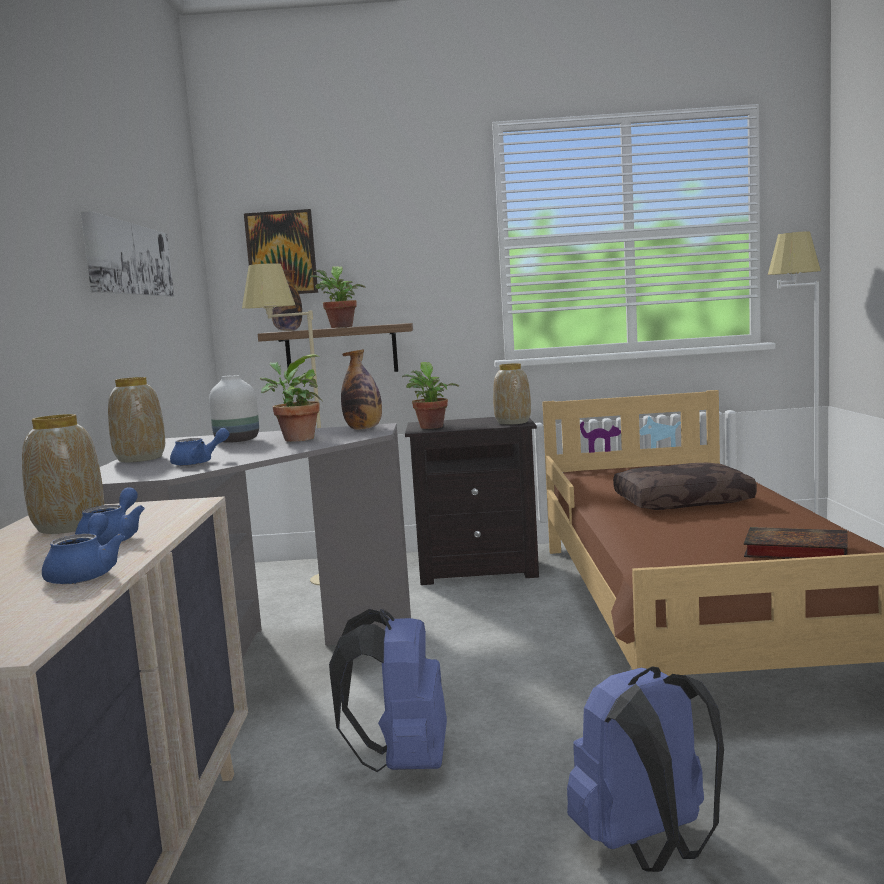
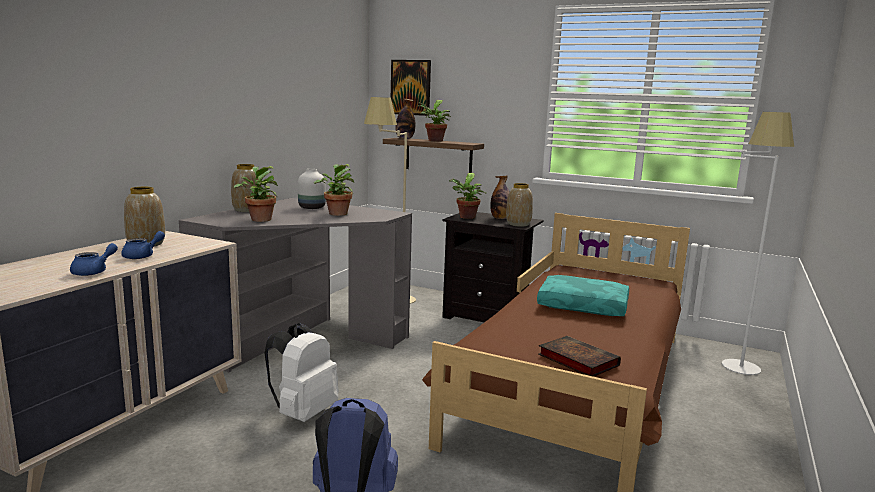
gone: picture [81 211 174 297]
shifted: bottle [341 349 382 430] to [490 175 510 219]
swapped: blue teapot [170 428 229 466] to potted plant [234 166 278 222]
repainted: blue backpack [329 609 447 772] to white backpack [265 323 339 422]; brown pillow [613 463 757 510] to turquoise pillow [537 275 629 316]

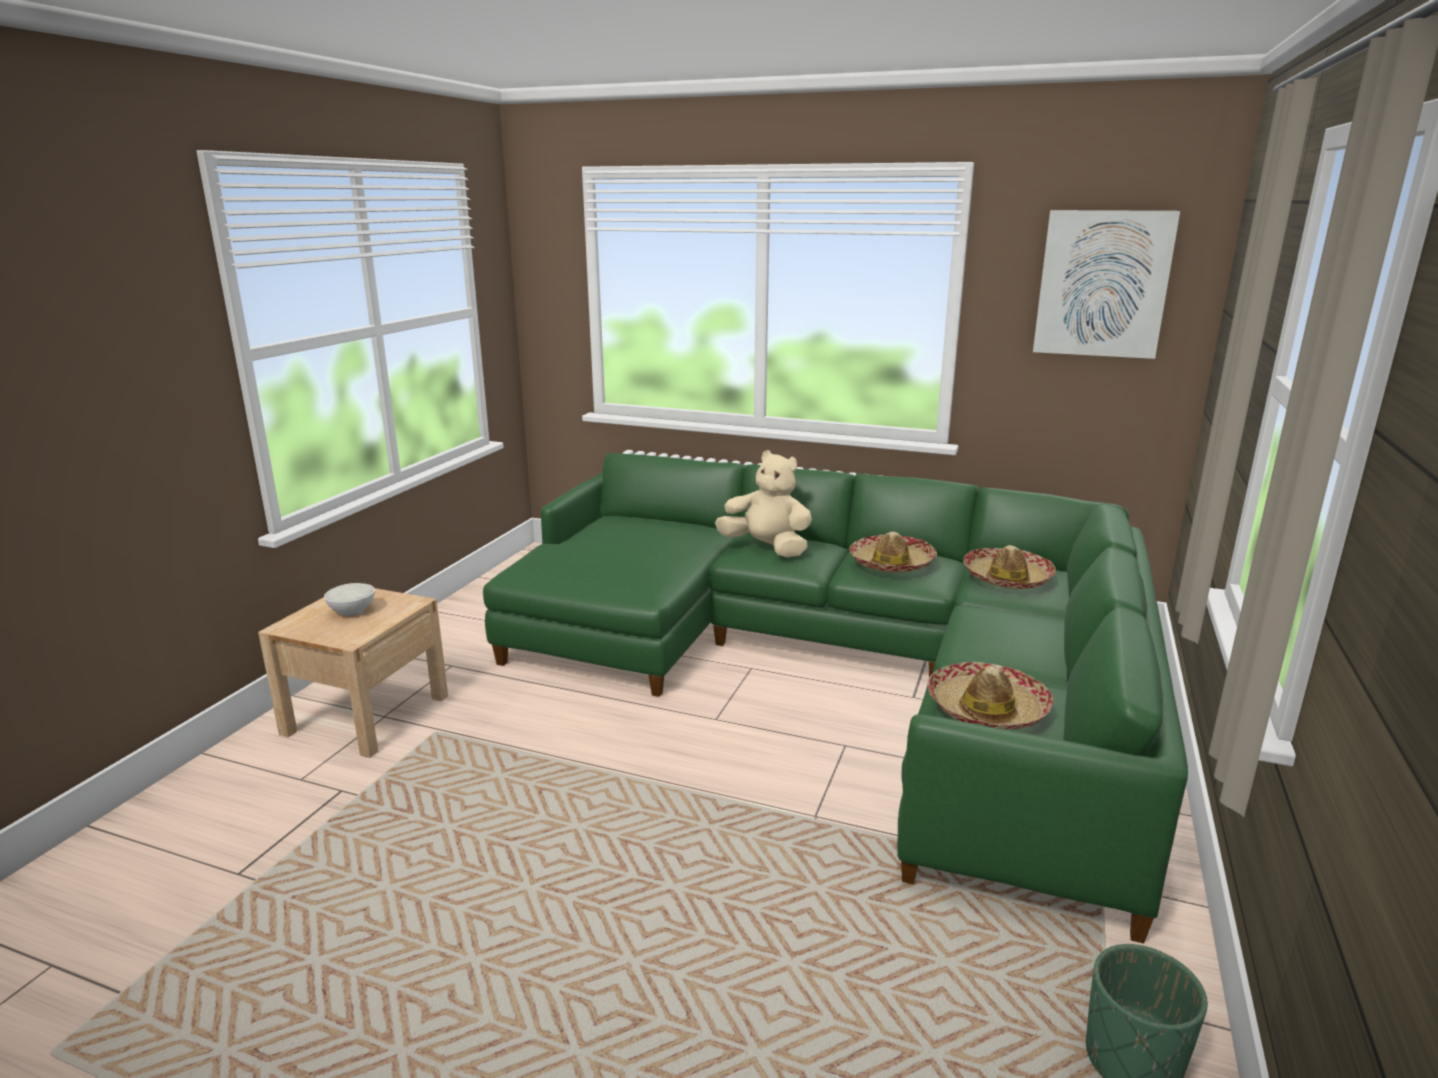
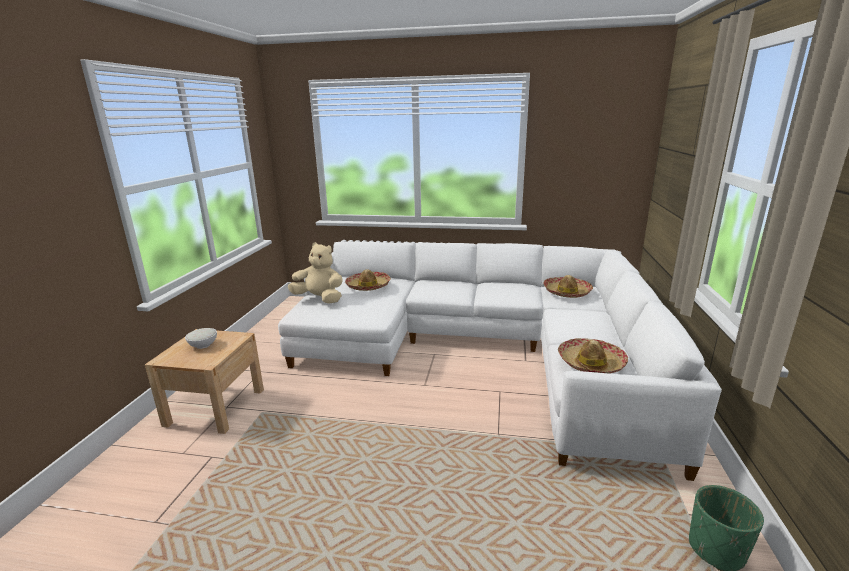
gone: picture [1033 210 1180 359]
shifted: beige plush toy [715 450 812 557] to [288 242 343 304]; hat [849 532 937 573] to [345 269 391 291]
repainted: green sofa [483 453 1188 944] to white sofa [278 242 722 481]

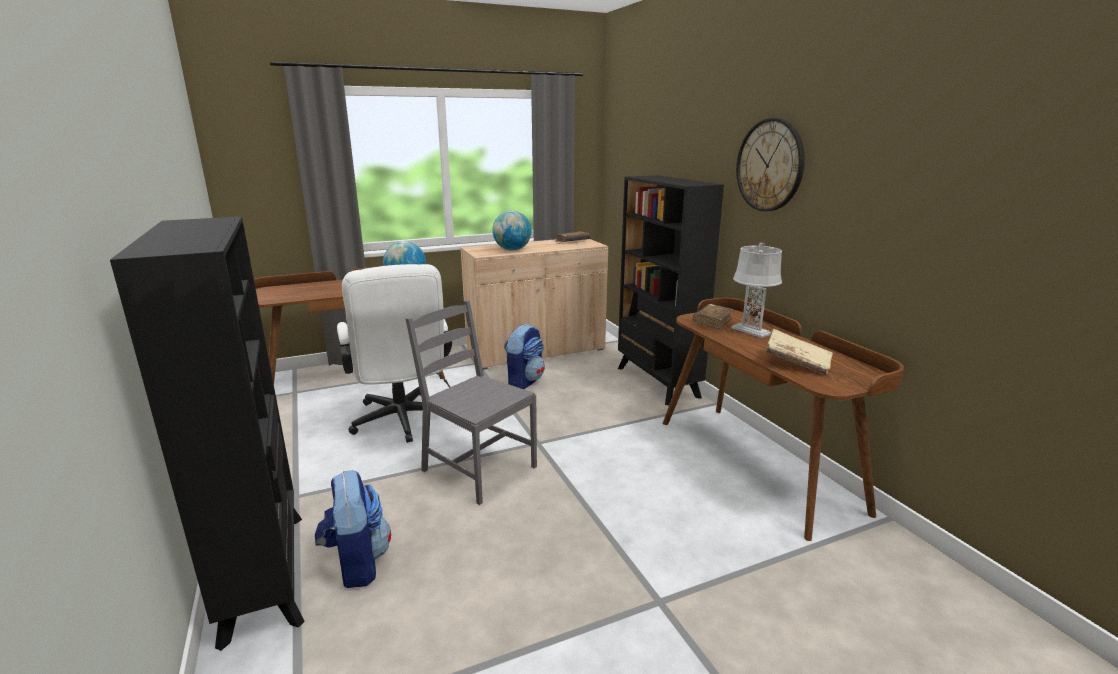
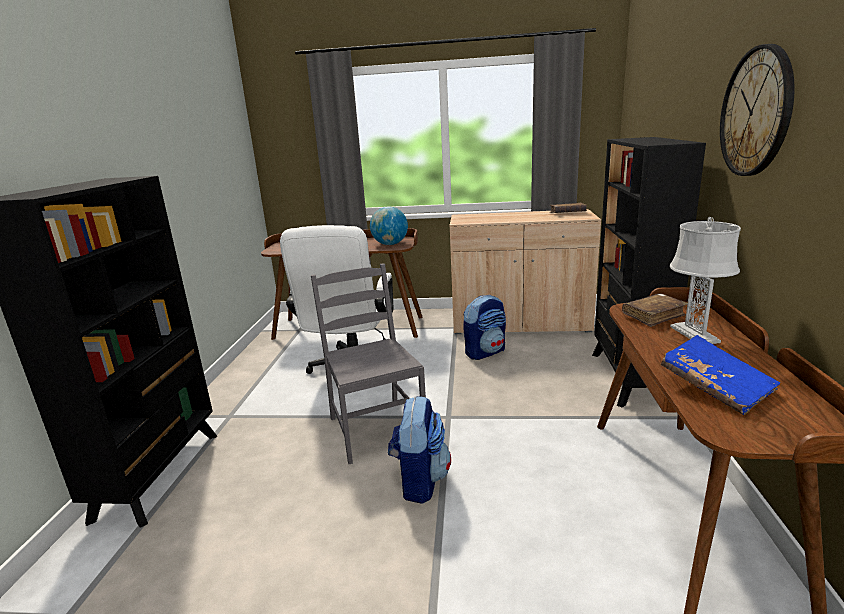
gone: globe [492 211 532 250]
shifted: backpack [315 471 391 588] to [388 396 451 504]
repainted: beige book [765 329 833 376] to blue book [661 335 780 415]

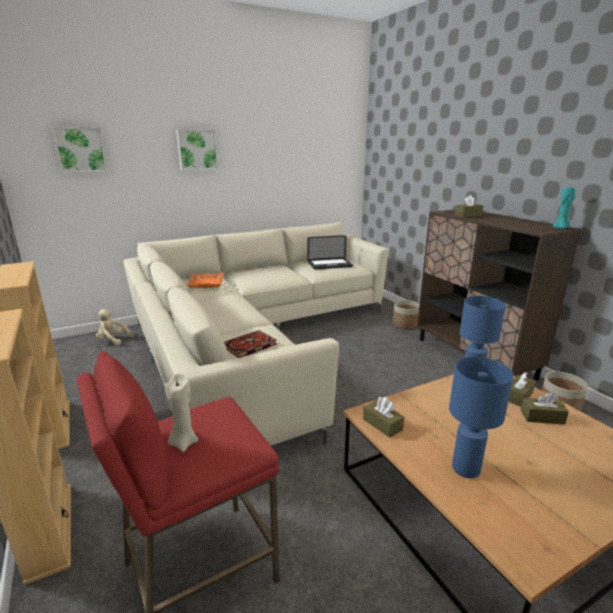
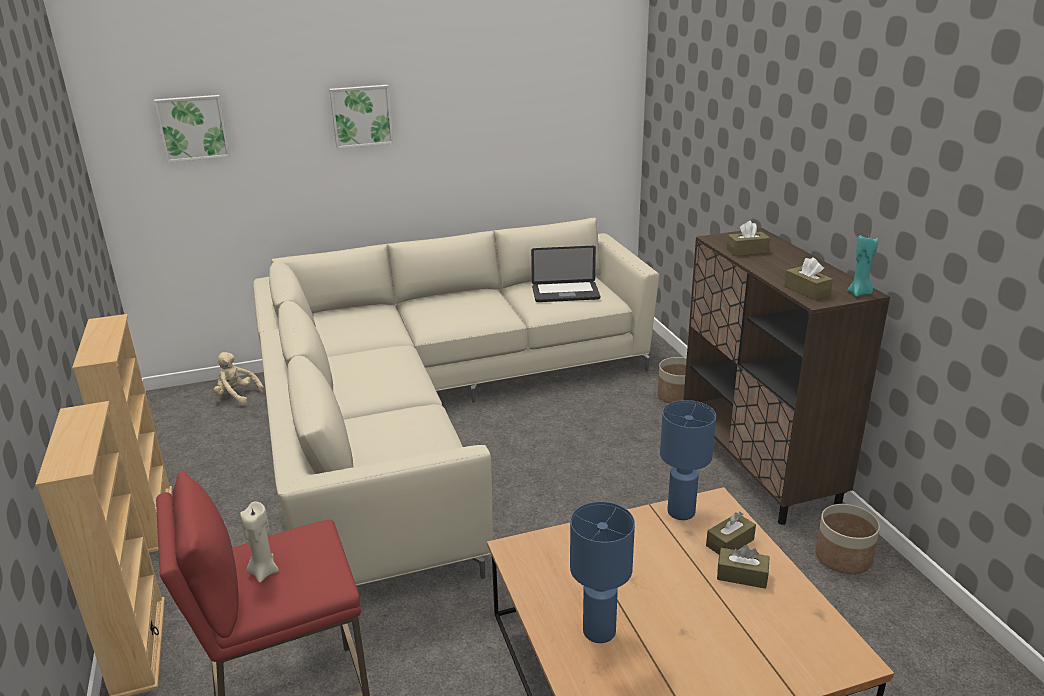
gone: orange tray [187 273 224 288]; book [224 330 277 358]
shifted: brown tissue box [363 397 404 438] to [785 257 833 300]

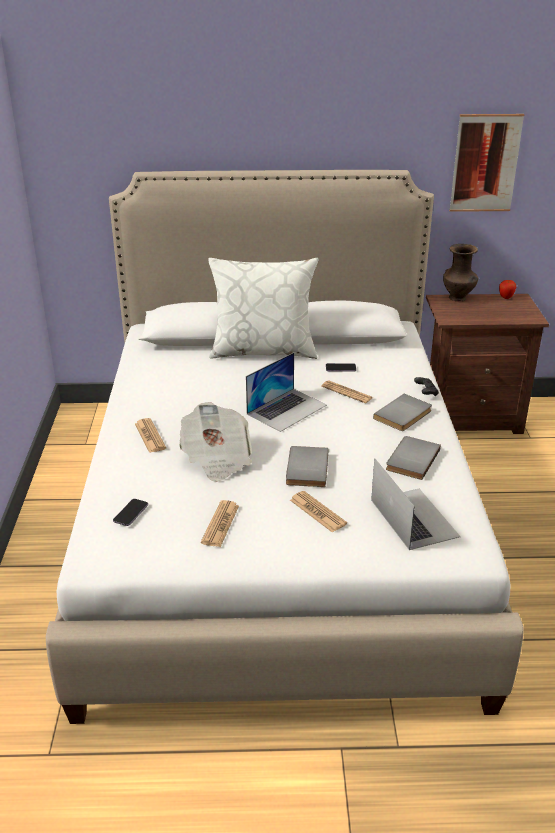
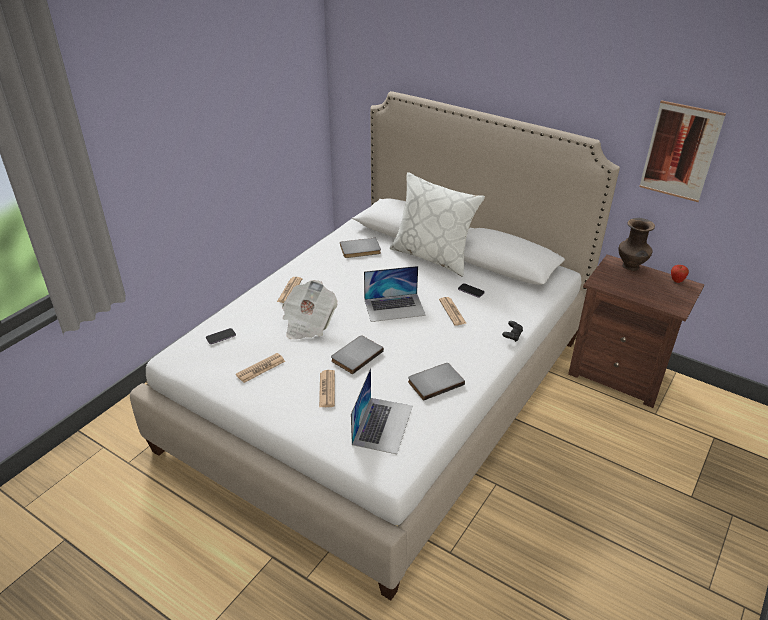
shifted: grey book [373 394 432 431] to [340 238 381 258]

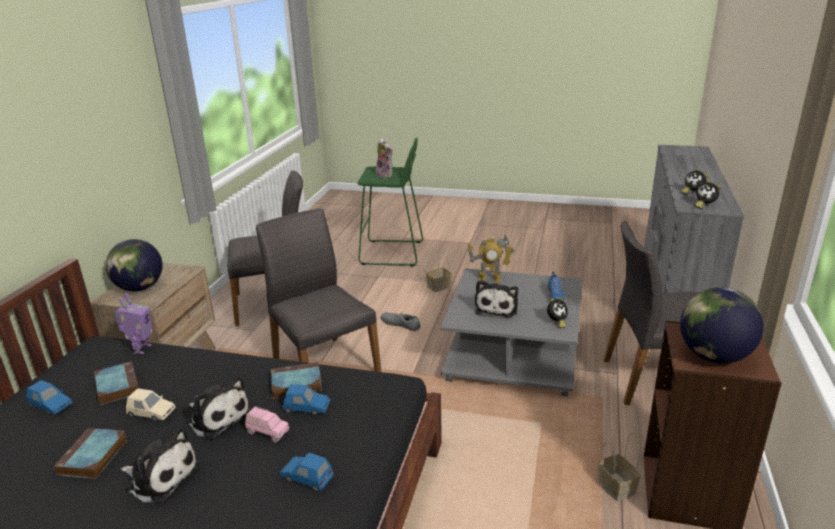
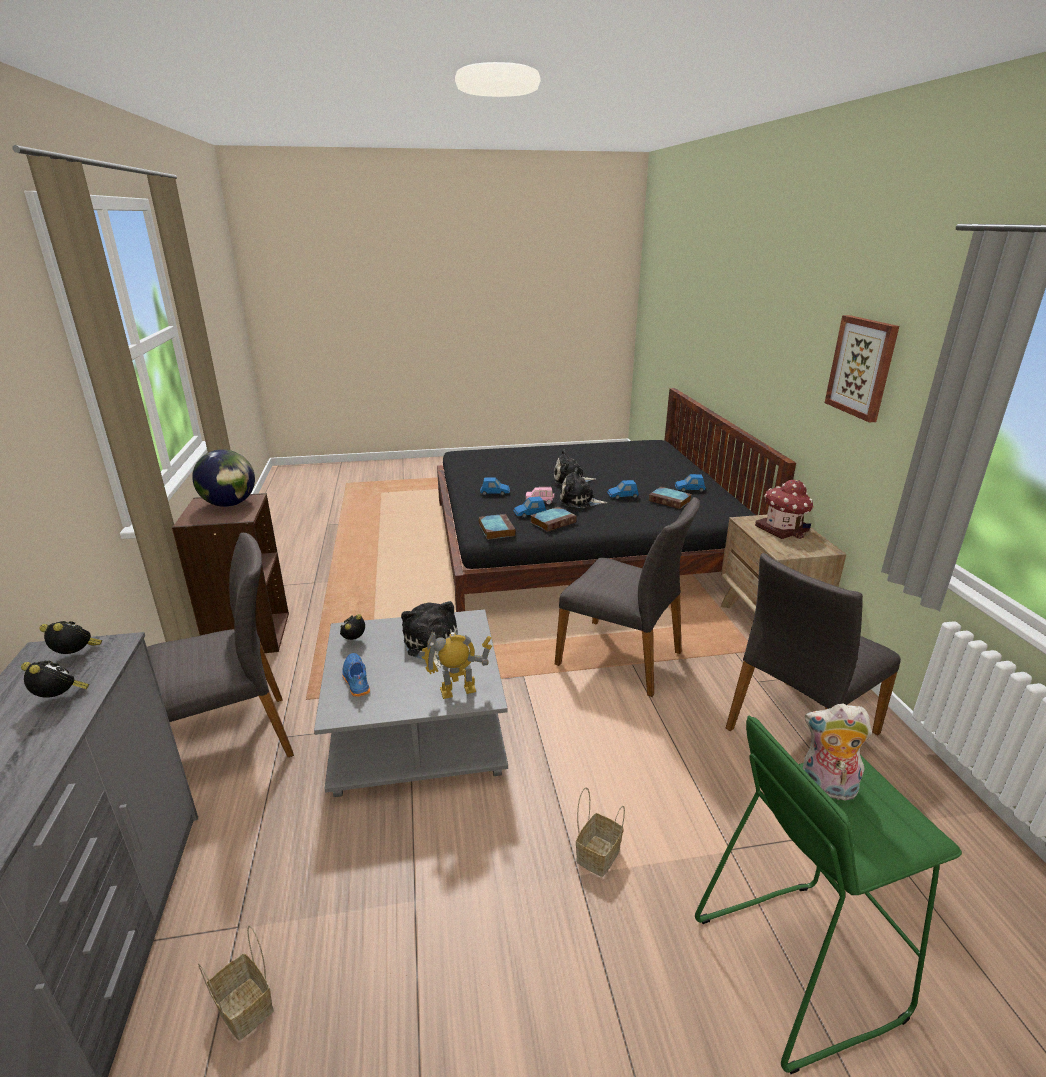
gone: toy robot [114 293 153 354]; grey shoe [381 312 420 331]
new: picture [825 315 899 422]
shifted: basket [598 432 641 501] to [198 925 274 1041]; book [54 428 127 479] to [479 514 516 540]
swapped: globe [105 239 163 291] to toy house [755 480 814 539]
repainted: beige toy car [126 388 176 421] to blue toy car [607 480 639 499]

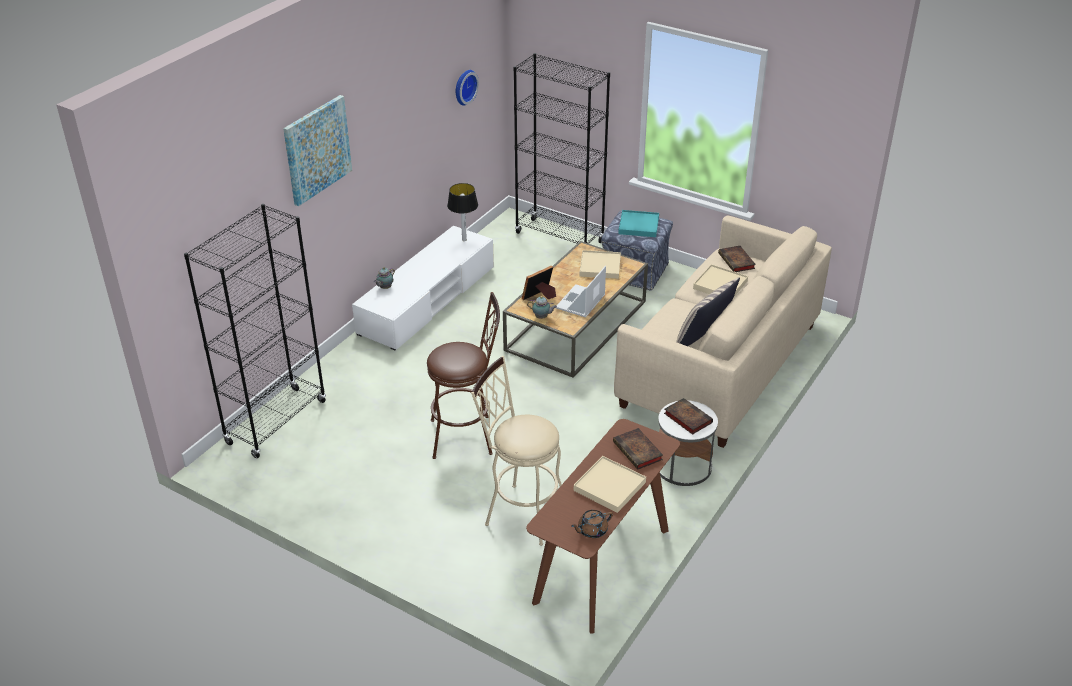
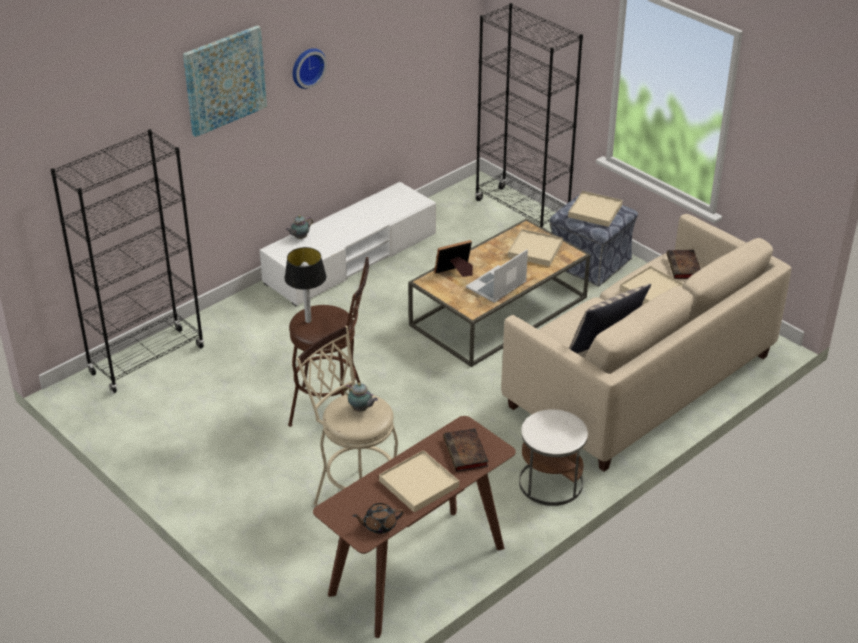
gone: book [664 398 713 435]
shifted: table lamp [447 183 478 241] to [284 247 326 323]; wall clock [456 70 479 106] to [293 48 327 89]; teapot [527 296 557 319] to [343 383 378 412]
repainted: turquoise tray [618 210 659 237] to beige tray [568 191 623 227]

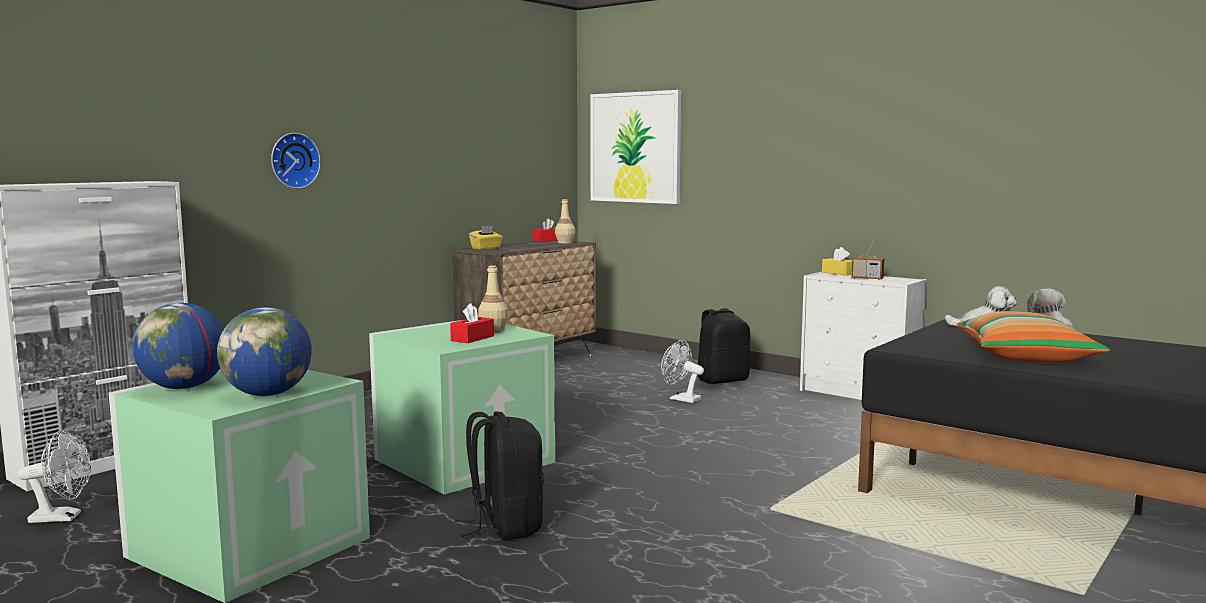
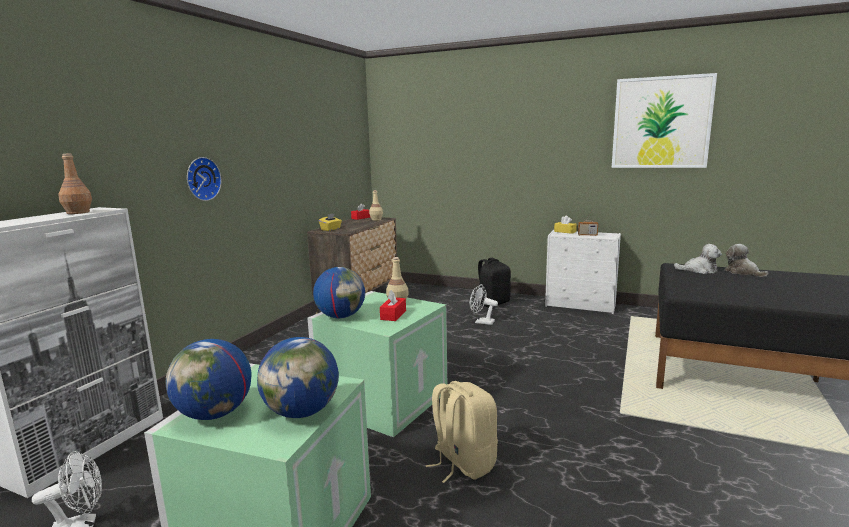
gone: pillow [957 311 1110 363]
new: brown bottle [58 153 92 214]; globe [313 267 365 319]
shifted: picture [590 90 681 204] to [612 73 717 168]
repainted: black backpack [455 411 544 540] to beige backpack [425 381 498 483]

